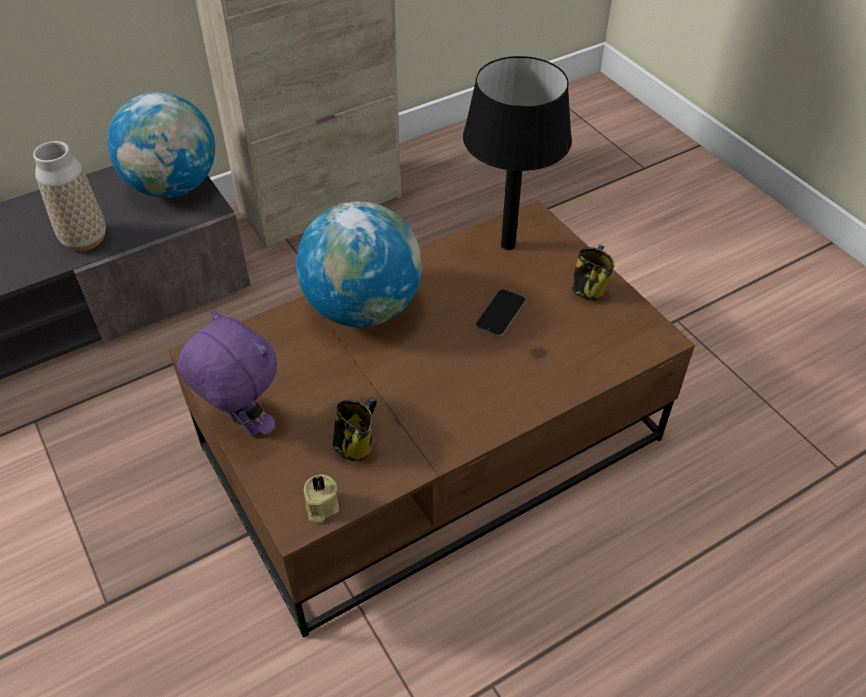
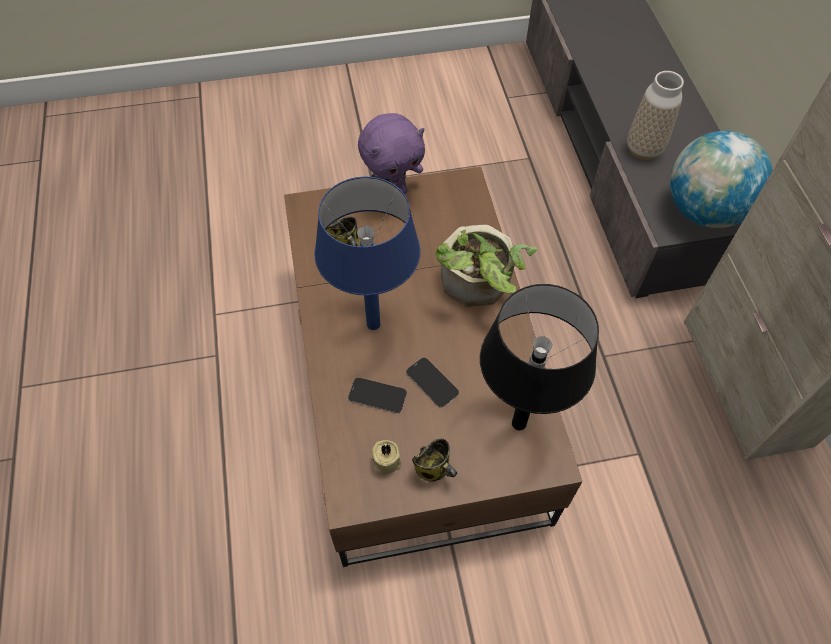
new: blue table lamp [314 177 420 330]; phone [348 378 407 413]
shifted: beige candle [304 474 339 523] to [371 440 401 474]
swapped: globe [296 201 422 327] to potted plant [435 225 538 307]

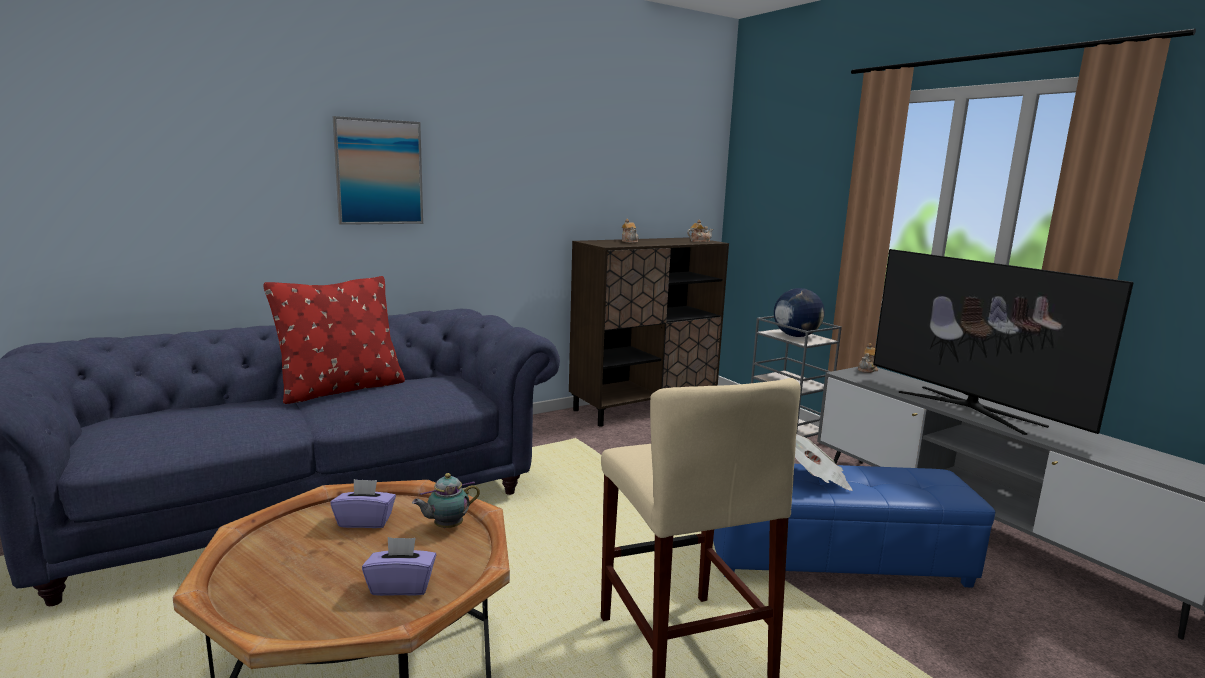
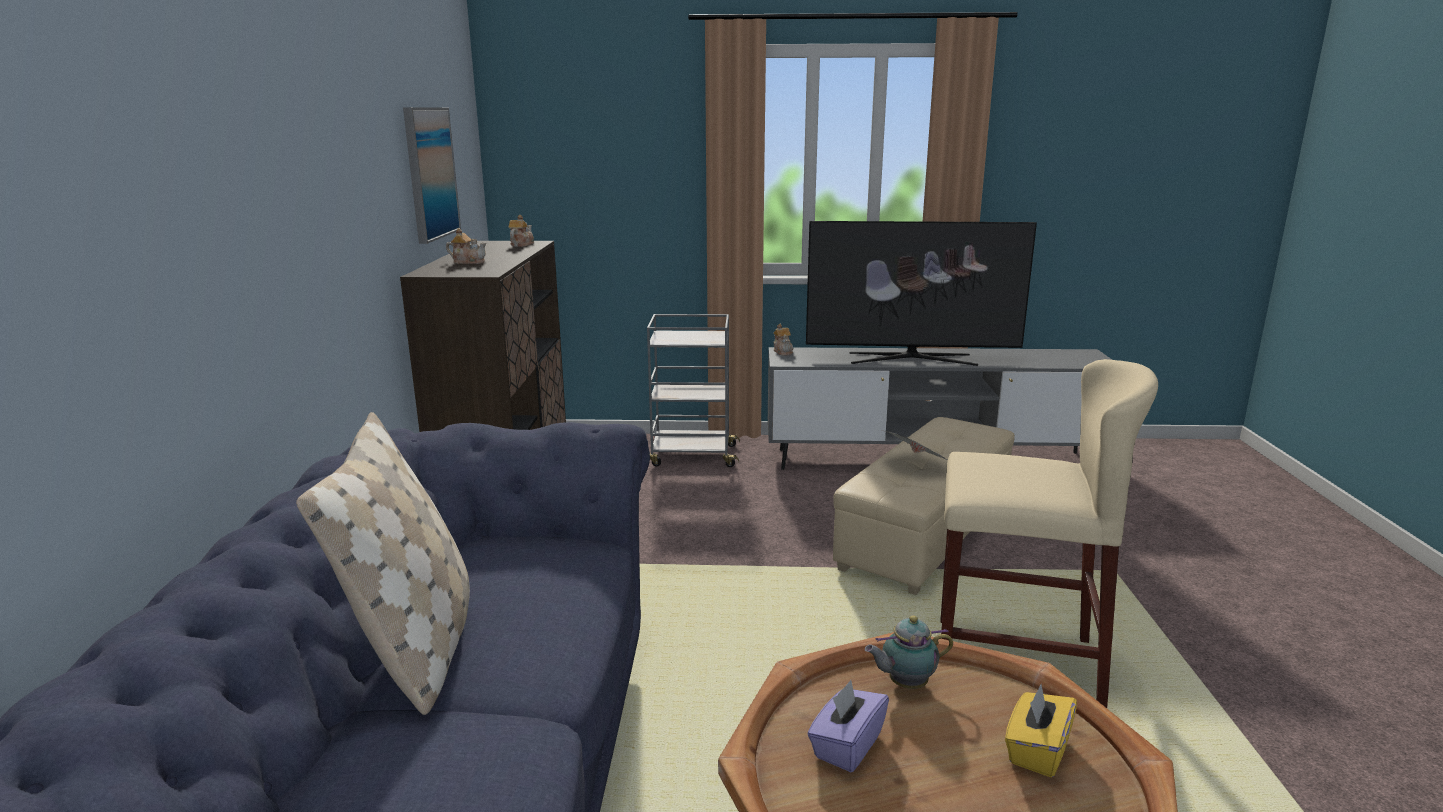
gone: globe [774 288 825 337]
shifted: picture [332 116 423 225] to [403 107 461 244]
repainted: red pillow [263 276 405 404] to beige pillow [296 412 470 715]; blue ottoman [713 464 995 588] to beige ottoman [833 417 1015 595]; purple tissue box [362 537 436 596] to yellow tissue box [1005 685 1077 777]
rotated: teapot [412 473 480 528] = [865 615 953 689] 75 degrees clockwise

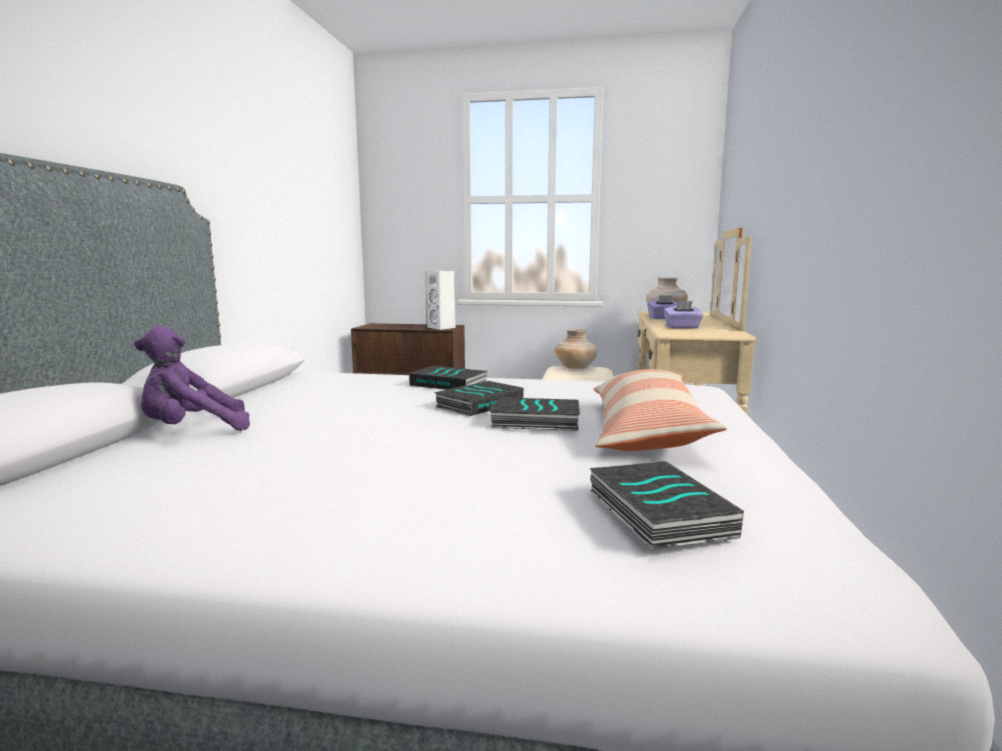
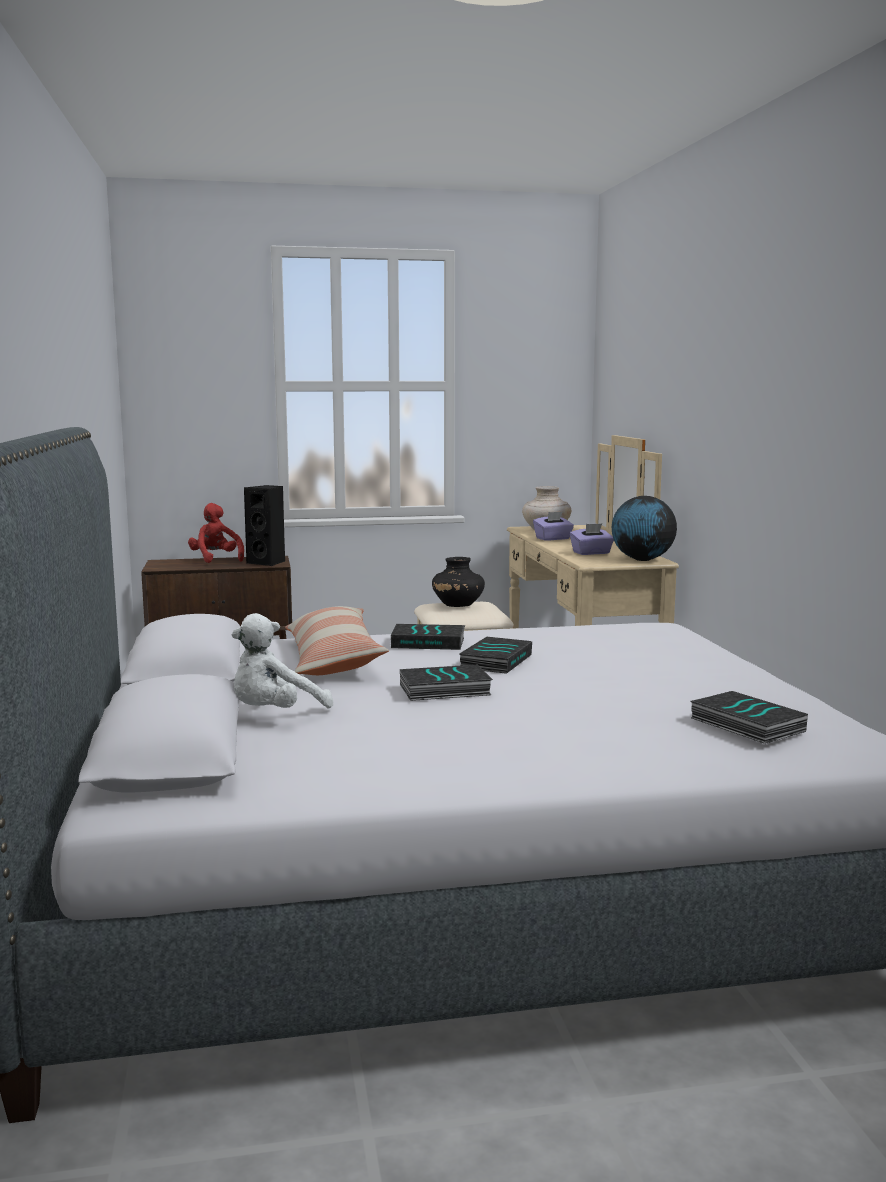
new: red plush toy [188 503 244 563]; globe [612 496 677 561]
shifted: pillow [594 369 727 451] to [285 606 389 675]; book [489 397 580 431] to [400 665 493 701]
repainted: purple plush toy [134 326 250 431] to white plush toy [232 613 333 709]; white speaker [425 271 456 330] to black speaker [244 485 285 566]; beige vase [555 329 598 369] to black vase [432 557 485 607]

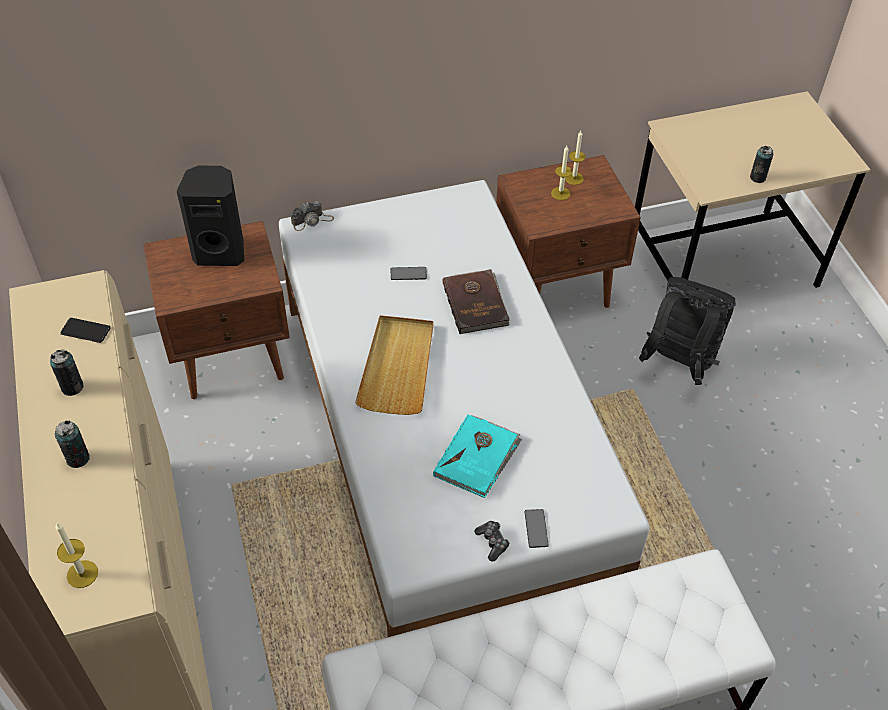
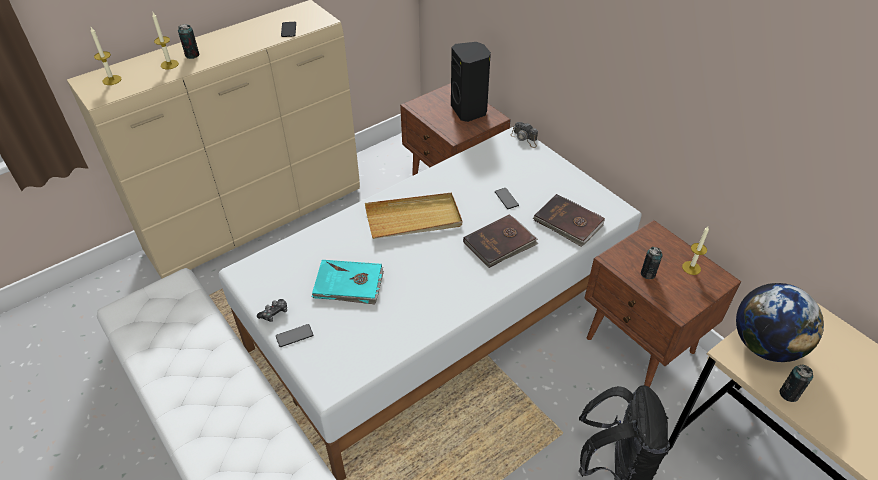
new: brown book [533 194 605 247]; globe [736 283 824 362]
shifted: candle [551 146 572 200] to [152 12 179 69]; can [50 350 83 396] to [641 247 662 279]

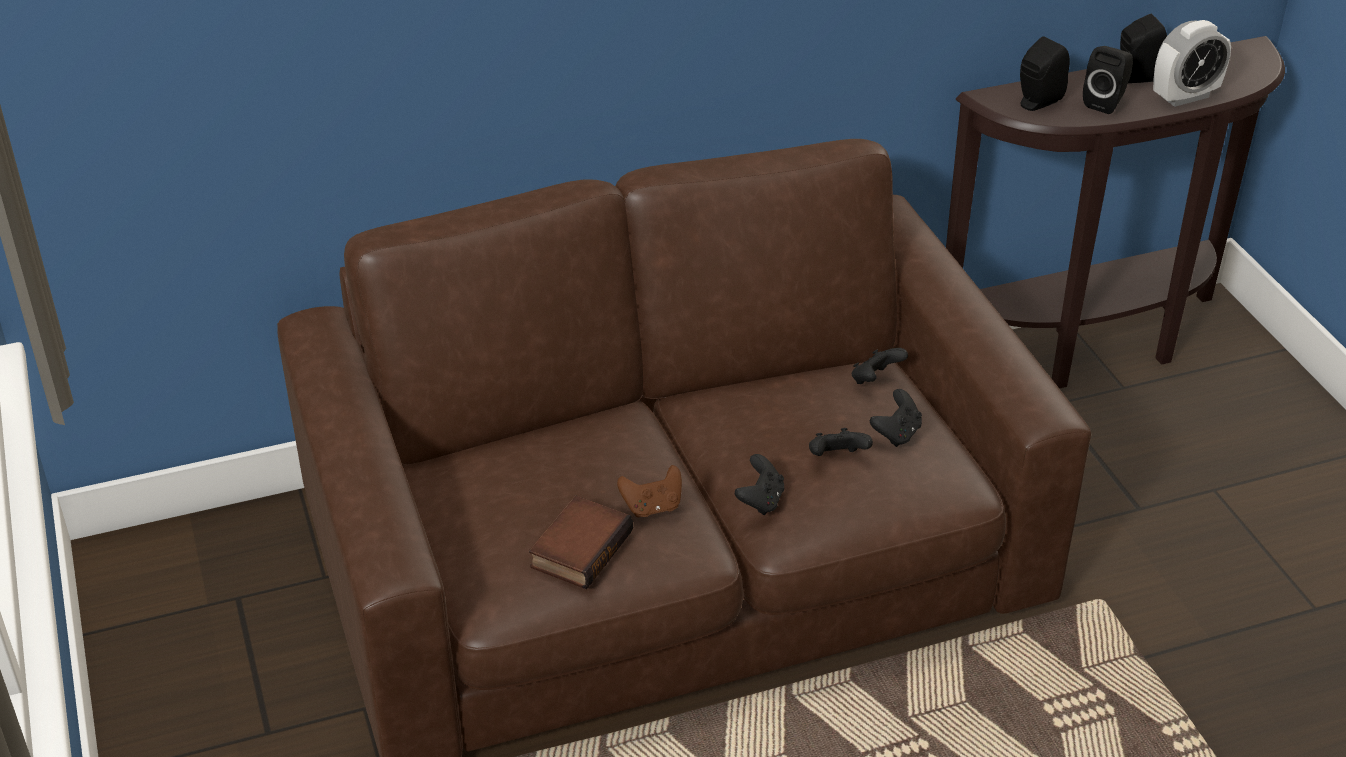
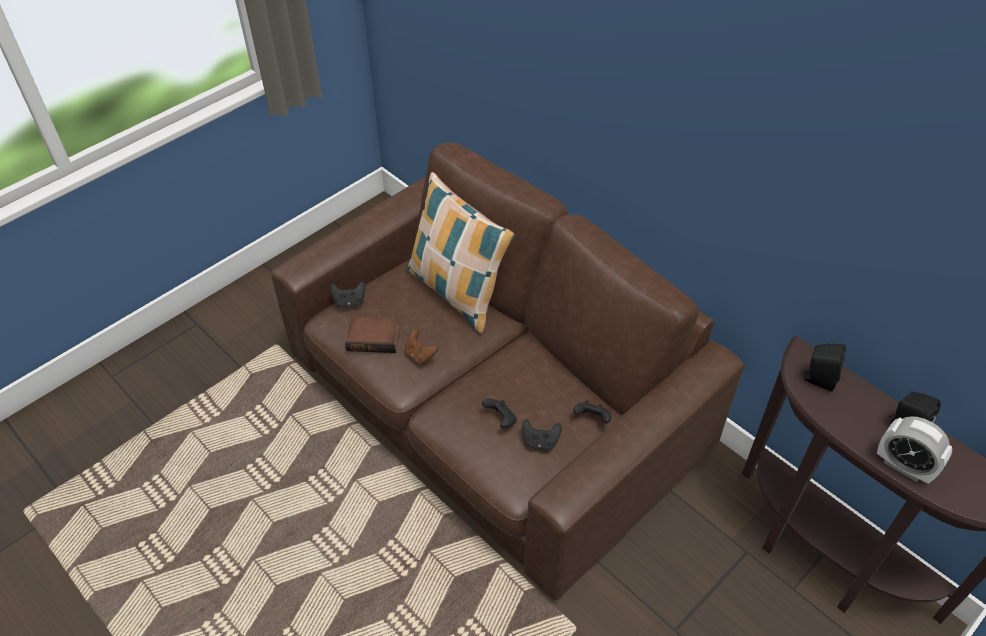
gone: black speaker [1083 46 1133 114]
new: pillow [406 172 514 333]
shifted: black game controller [735 454 784 515] to [330 281 365 307]

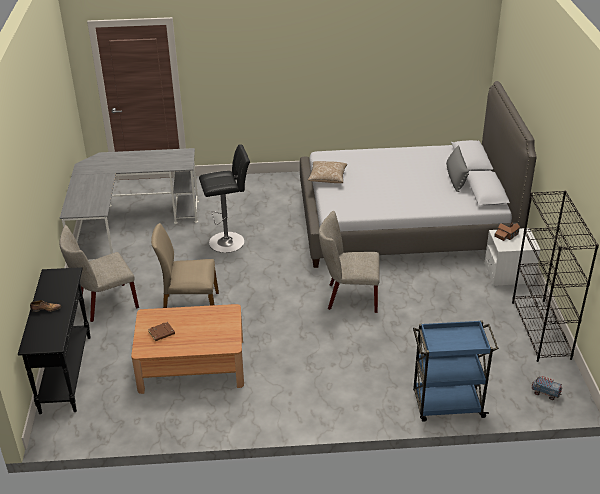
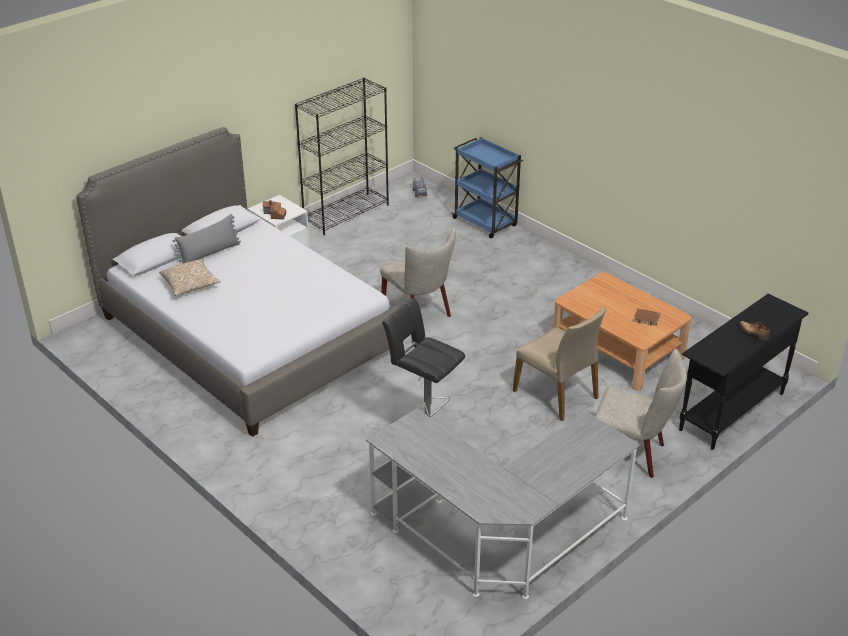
shifted: pillow [308 161 347 183] to [159 259 221 296]

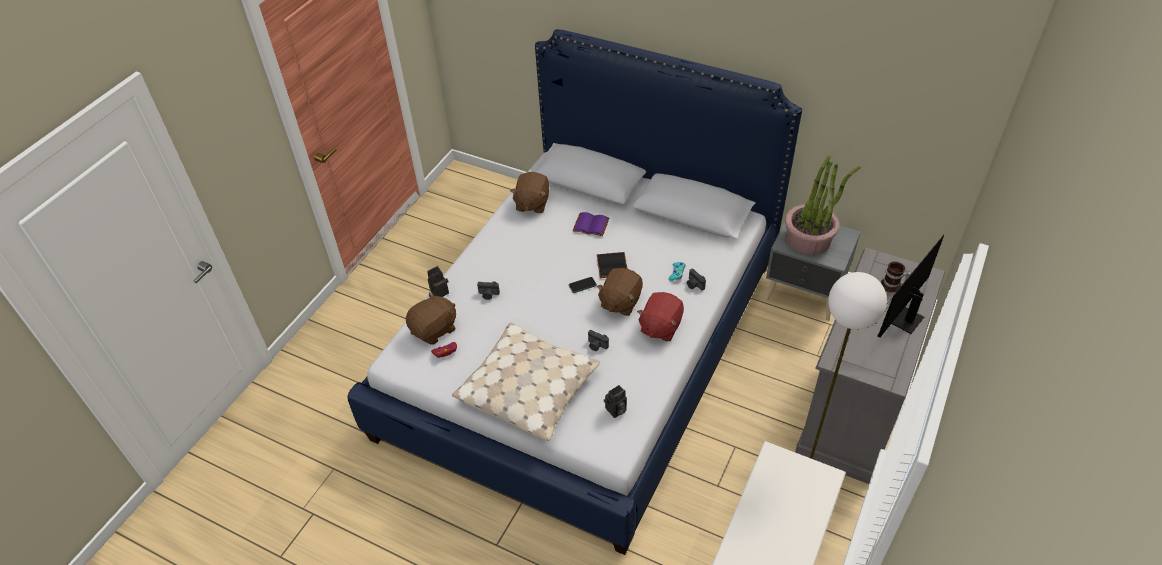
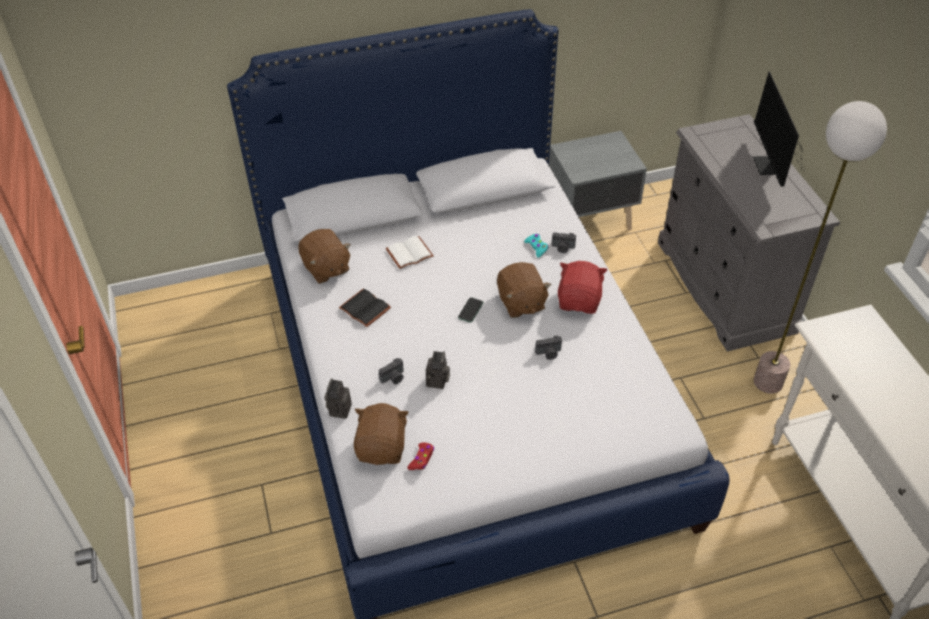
gone: beige pillow [452 323 600 441]; potted plant [785 155 861 255]; mug [881 261 912 292]
shifted: black book [597 252 628 278] to [339 289 391 327]; photo camera [604 385 627 418] to [426 351 450 389]
repainted: purple book [573 212 609 236] to white book [386 236 433 269]
rotated: red plush toy [637 292 684 341] = [558 261 607 314] 150 degrees counterclockwise

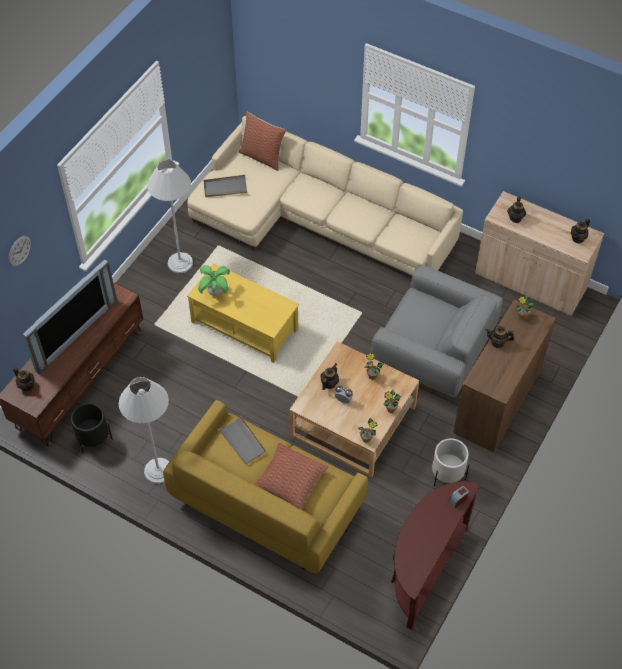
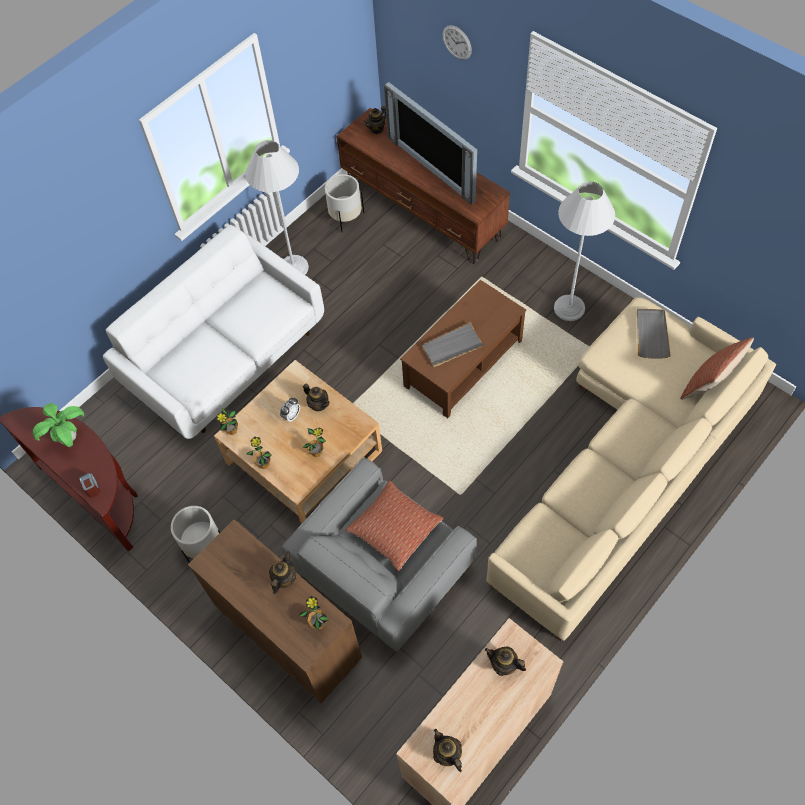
shifted: potted plant [198 265 230 296] to [33 402 84 447]; pillow [254 443 329 510] to [345 480 443 571]; grey tray [218 416 266 465] to [422 322 485 367]
repainted: yellow sofa [163 400 368 573] to white sofa [103 225 324 439]; black planter [71 403 113 454] to white planter [325 174 364 233]; yellow coffee table [187 263 299 363] to brown coffee table [400 280 526 418]

